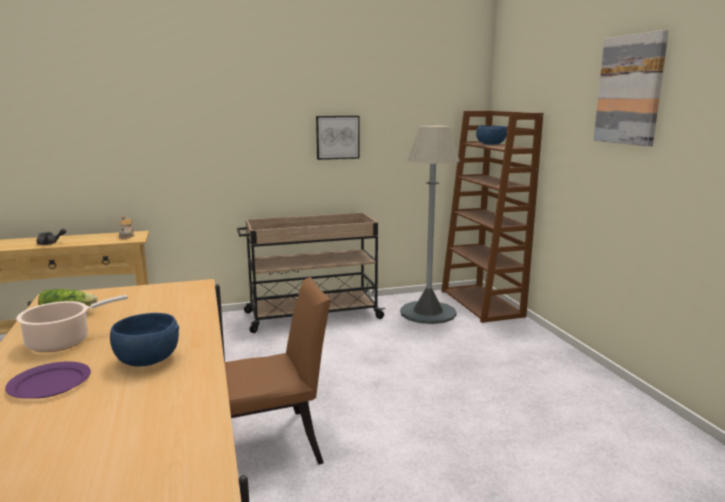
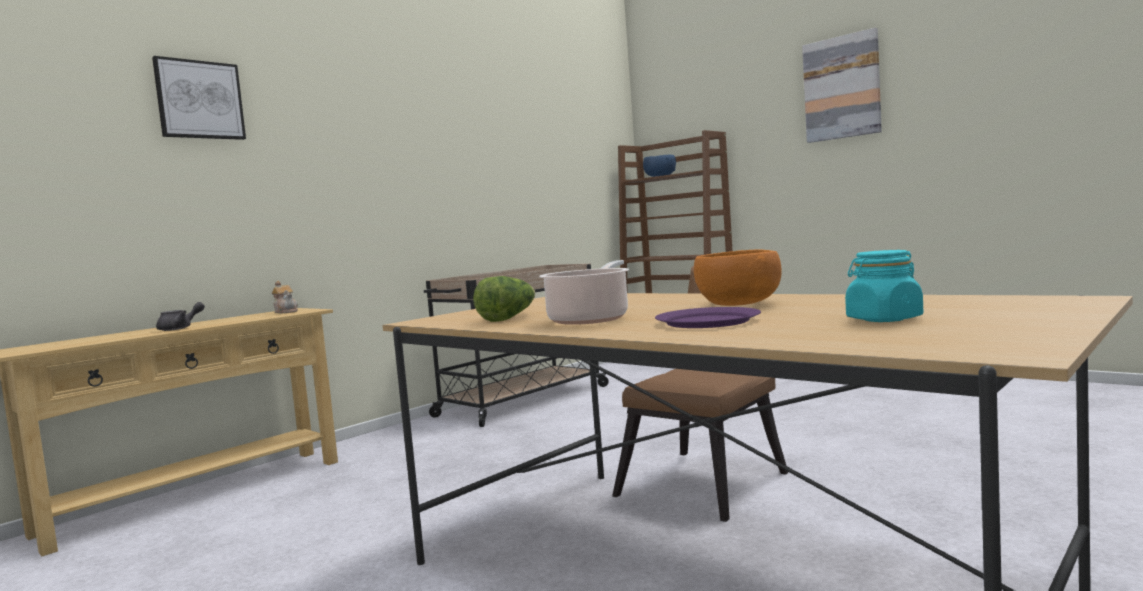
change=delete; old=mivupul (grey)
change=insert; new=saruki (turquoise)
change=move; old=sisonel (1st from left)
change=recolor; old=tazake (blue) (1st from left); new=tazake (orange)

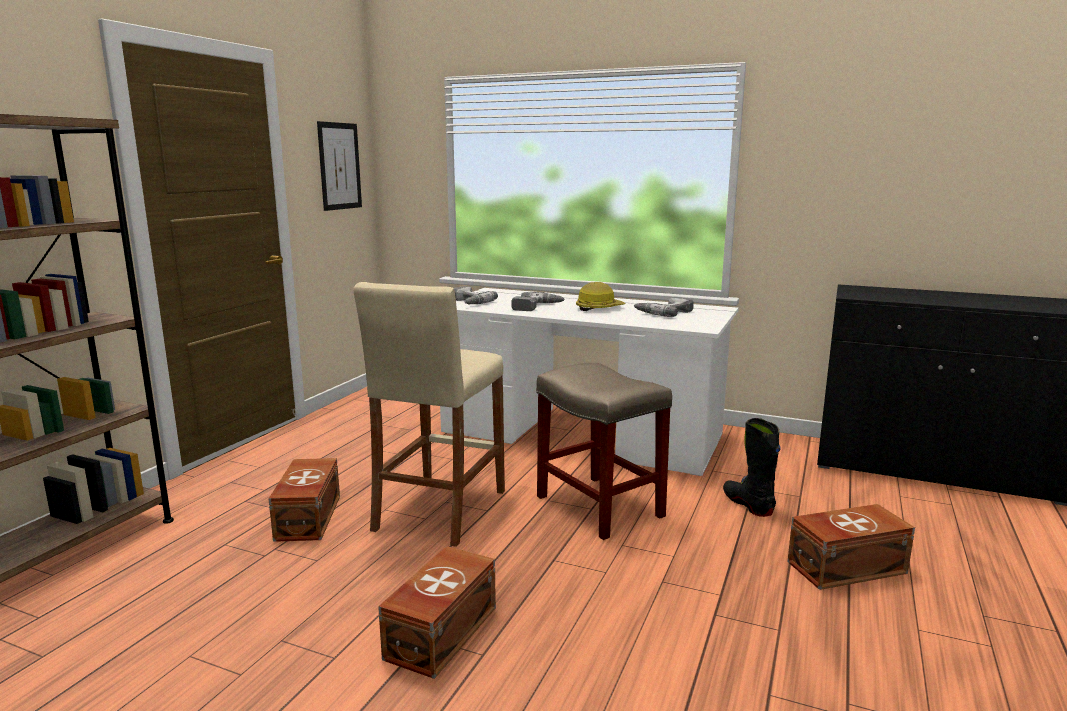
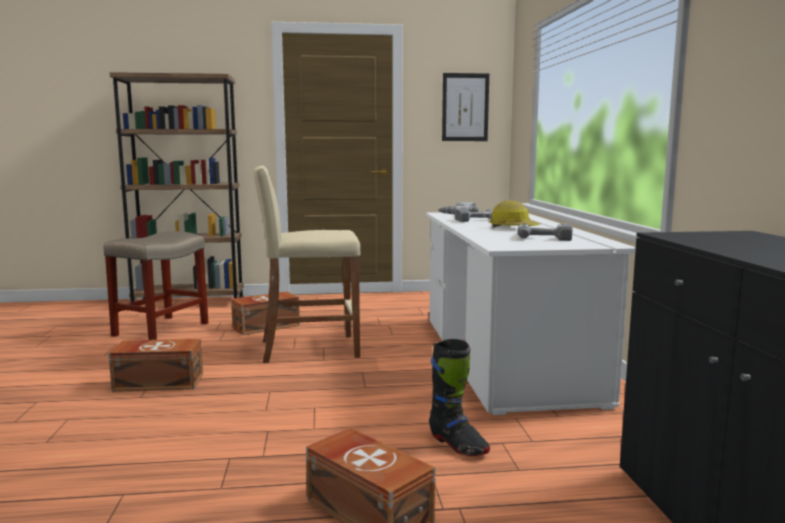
change=move; old=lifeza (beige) (2nd from left in the first image); new=lifeza (beige) (1st from left)
change=rotate; old=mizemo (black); degrees=105

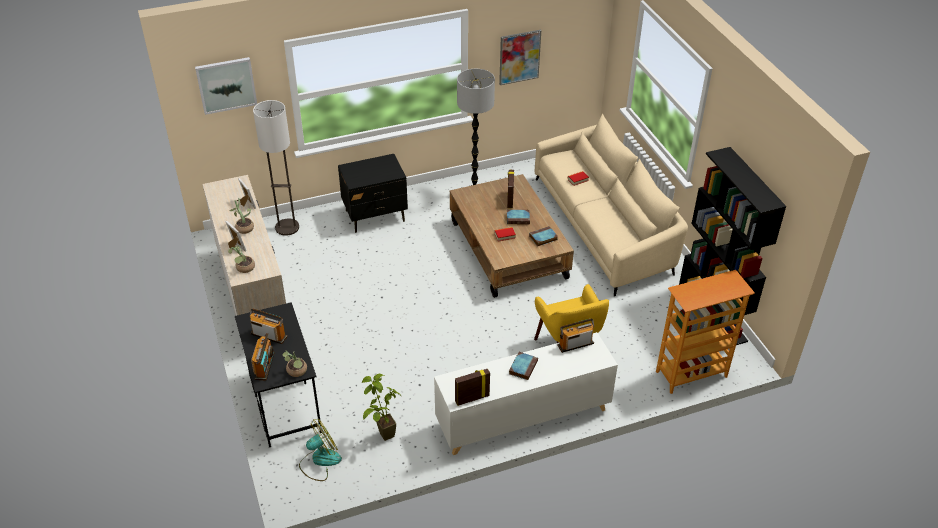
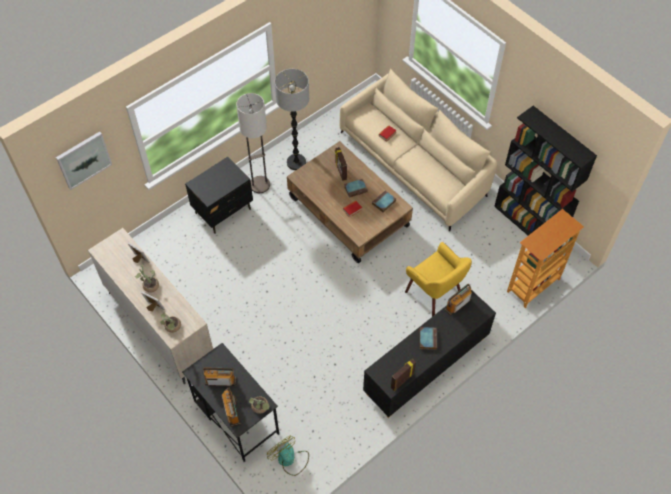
change=delete; old=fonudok (4th from left)
change=delete; old=sisonel (2nd from left)
change=move; old=mivupul (1st from left)
change=recolor; old=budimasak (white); new=budimasak (black)
change=rotate; old=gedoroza; degrees=-75

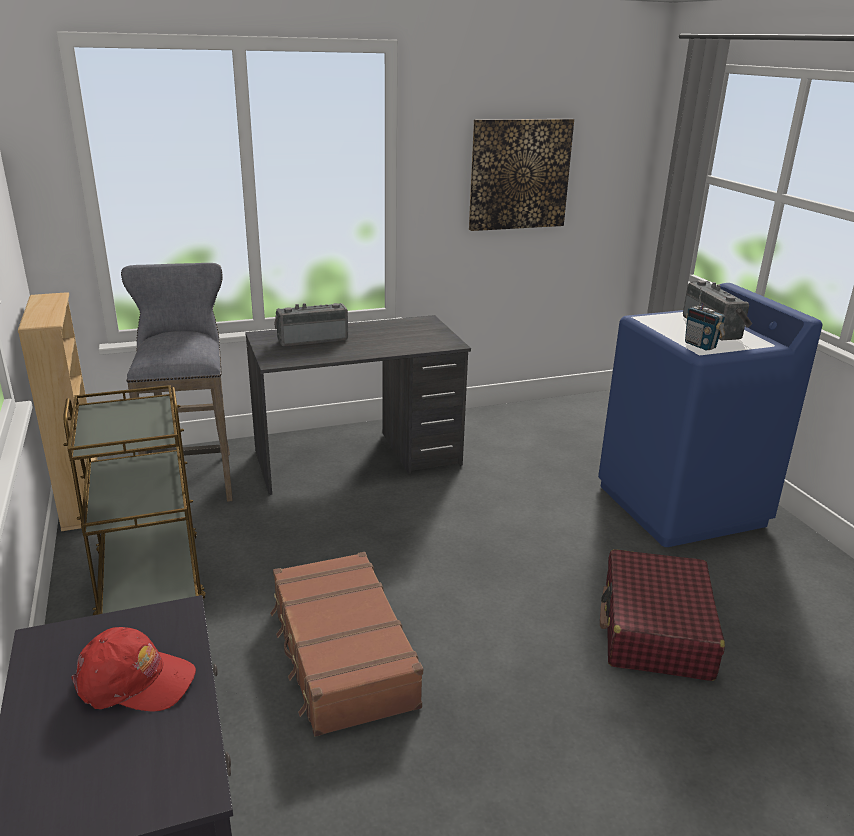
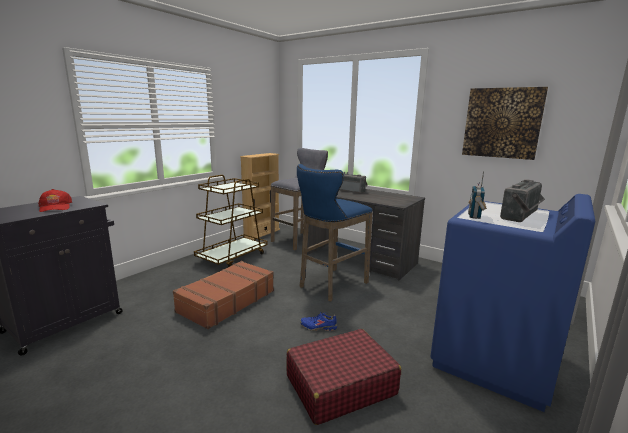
change=insert; new=lifeza (blue)
change=insert; new=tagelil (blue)

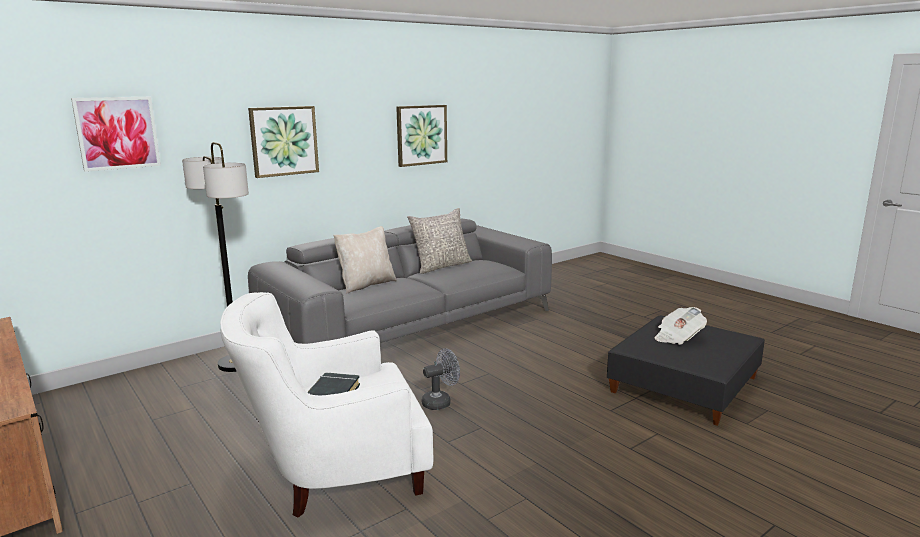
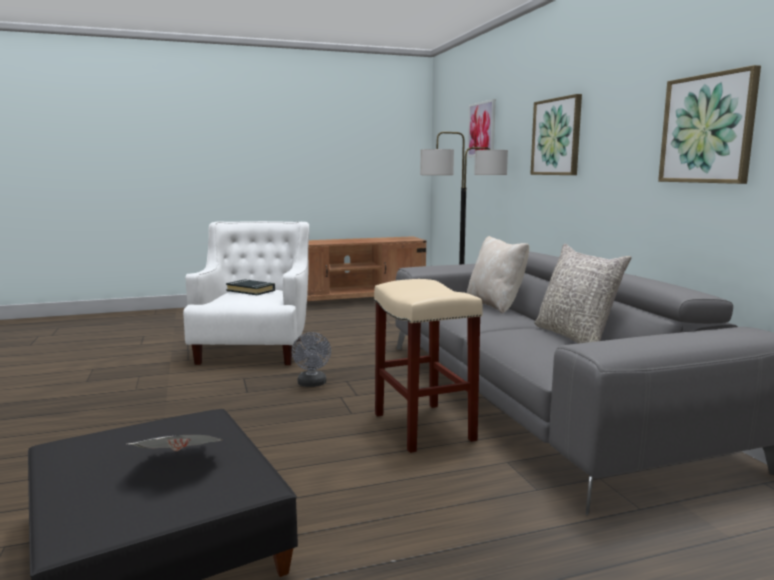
change=insert; new=lifeza (beige)

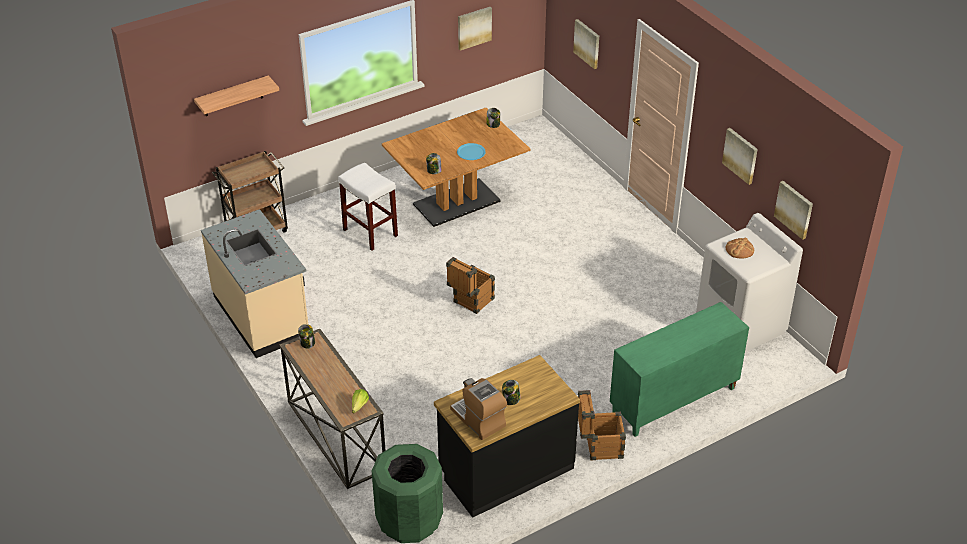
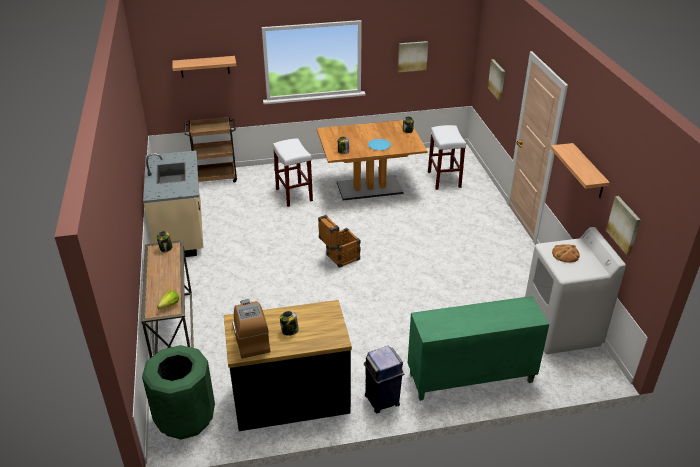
change=insert; new=lifeza (white) (2nd from left)
change=replace; old=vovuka (2nd from left); new=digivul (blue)
change=replace; old=sisonel (3rd from left); new=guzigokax (2nd from left)

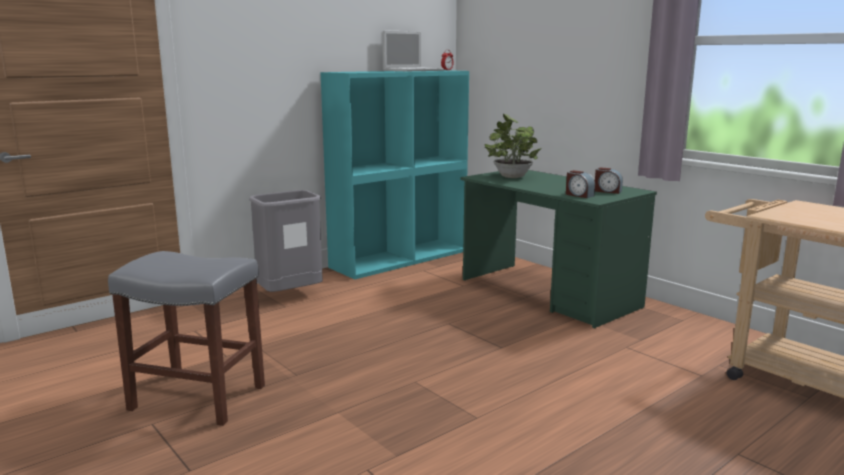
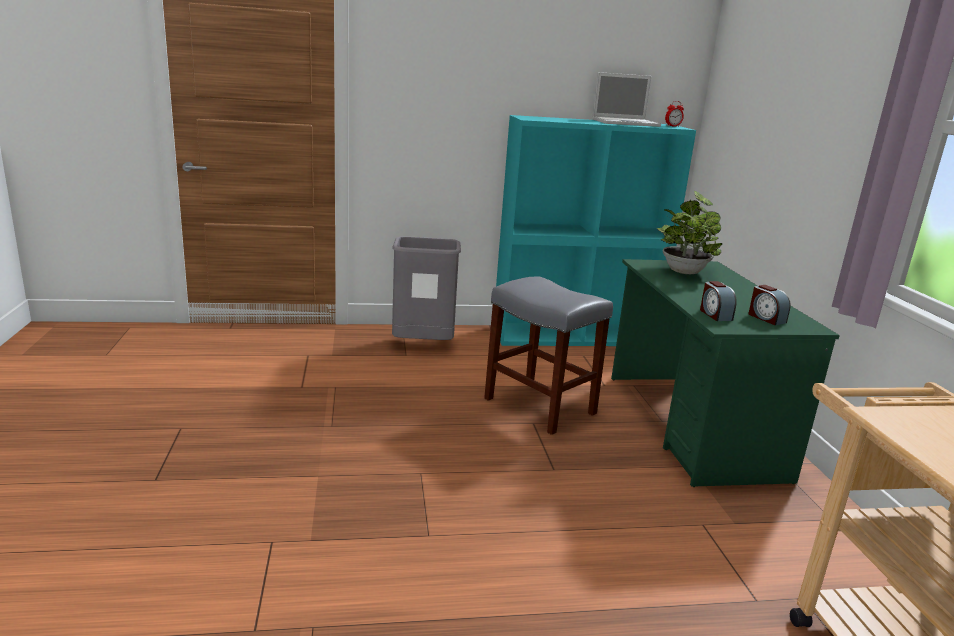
change=move; old=lifeza (grey)

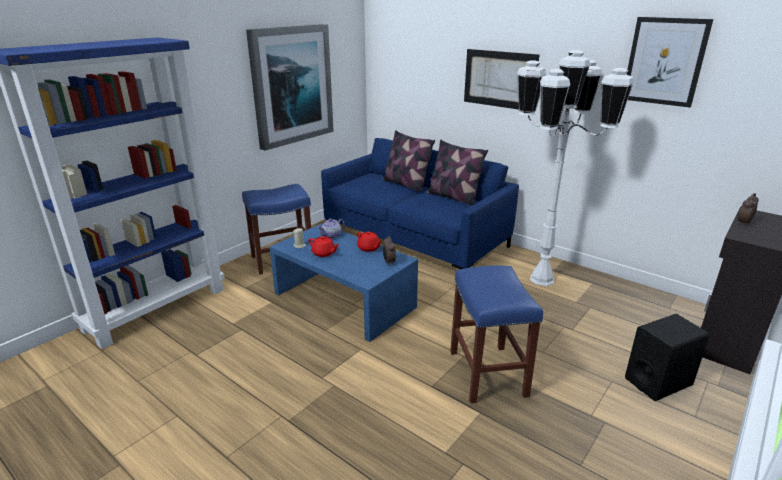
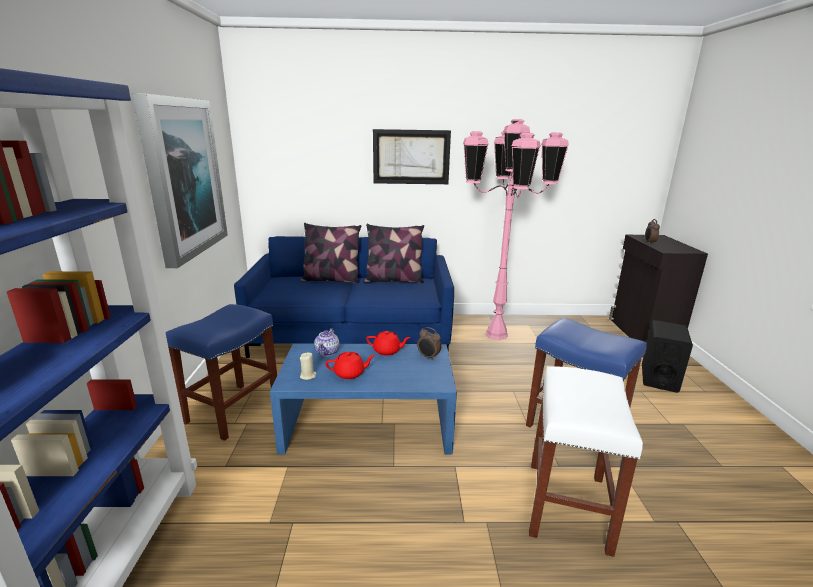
change=delete; old=sisonel (3rd from left)
change=insert; new=lifeza (white)
change=recolor; old=mivupul (white); new=mivupul (pink)

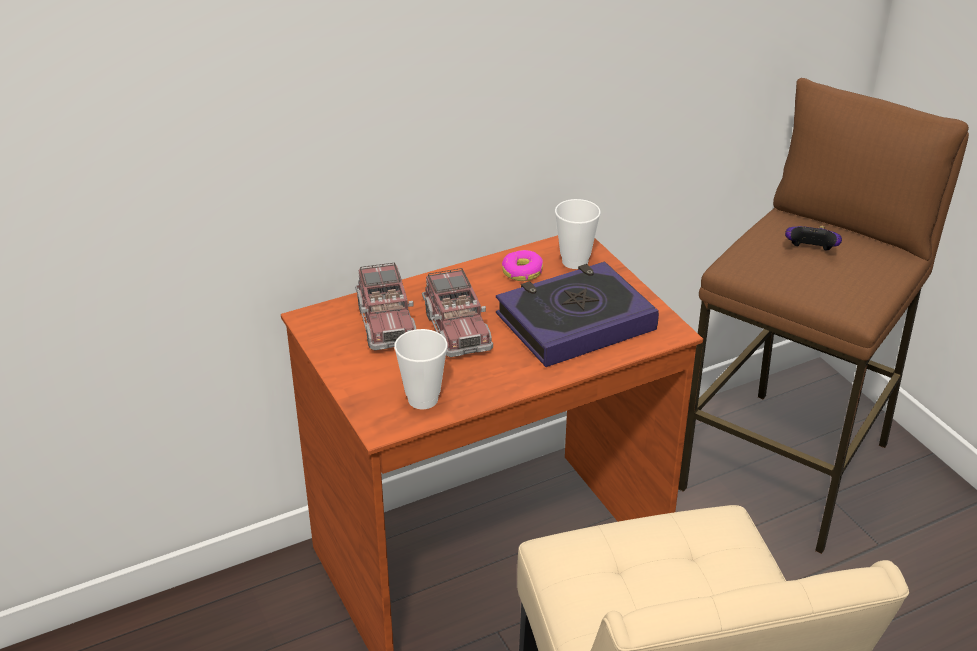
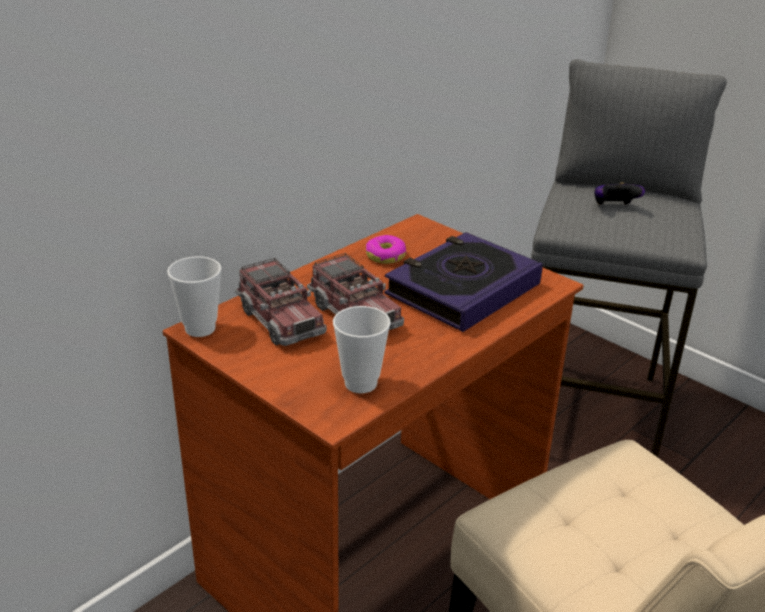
change=move; old=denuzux (2nd from left in the first image); new=denuzux (1st from left)
change=recolor; old=lifeza (brown); new=lifeza (grey)

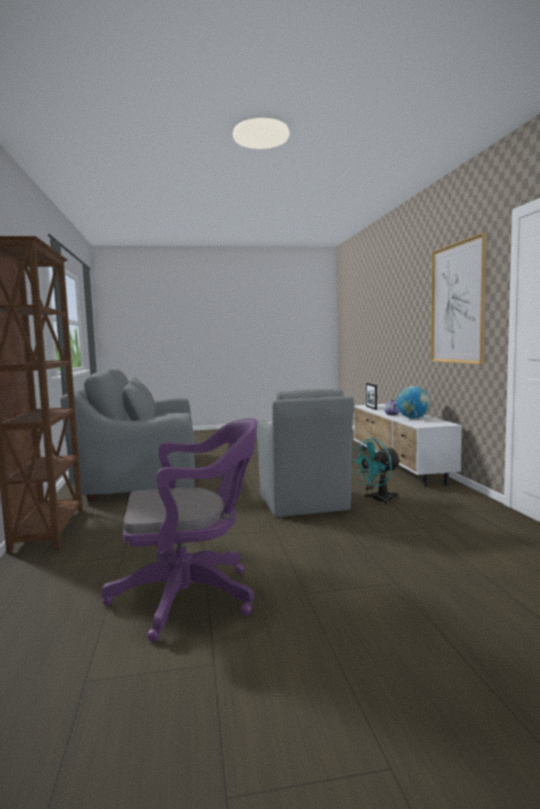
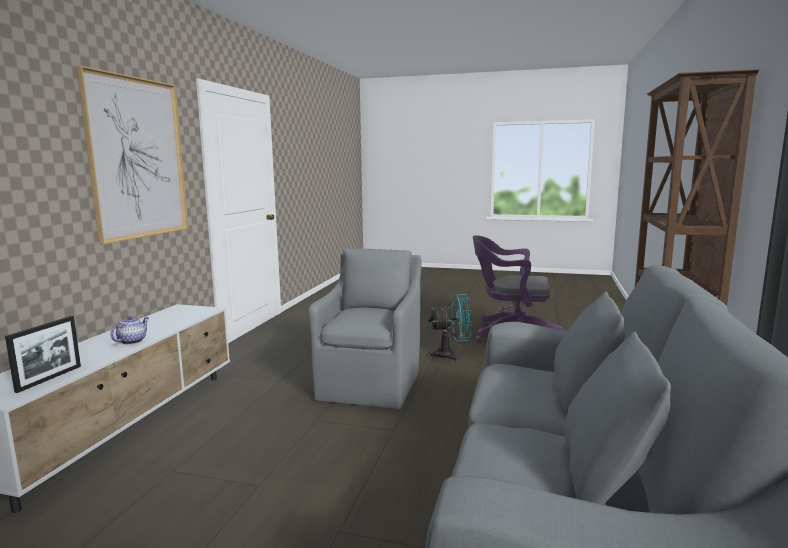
change=delete; old=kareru
change=move; old=gedoroza (turquoise)

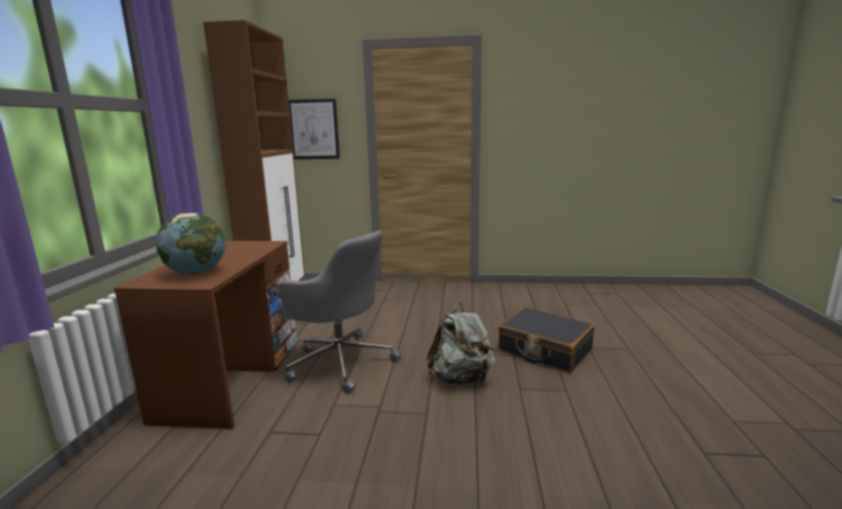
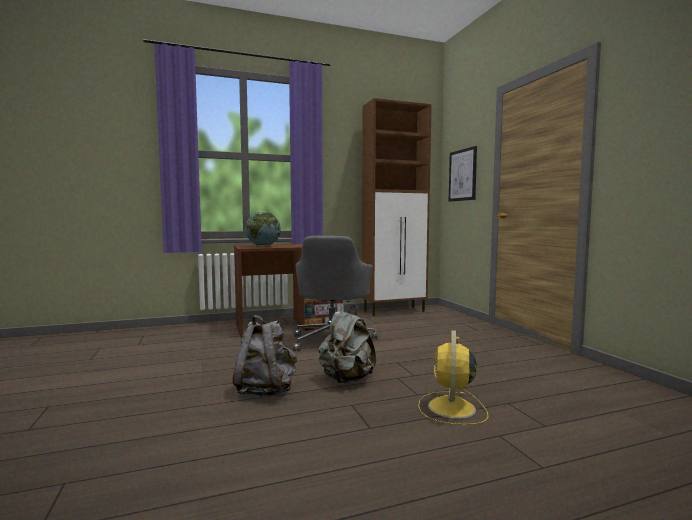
change=insert; new=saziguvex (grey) (1st from left)
change=replace; old=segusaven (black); new=gedoroza (yellow)

